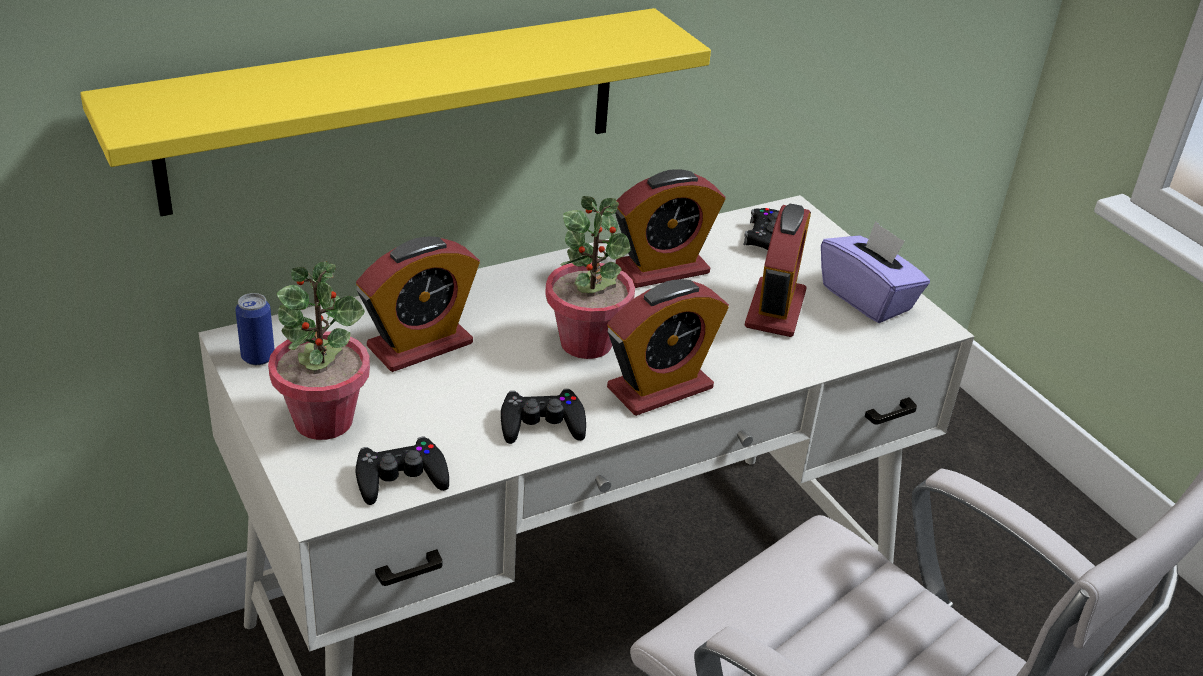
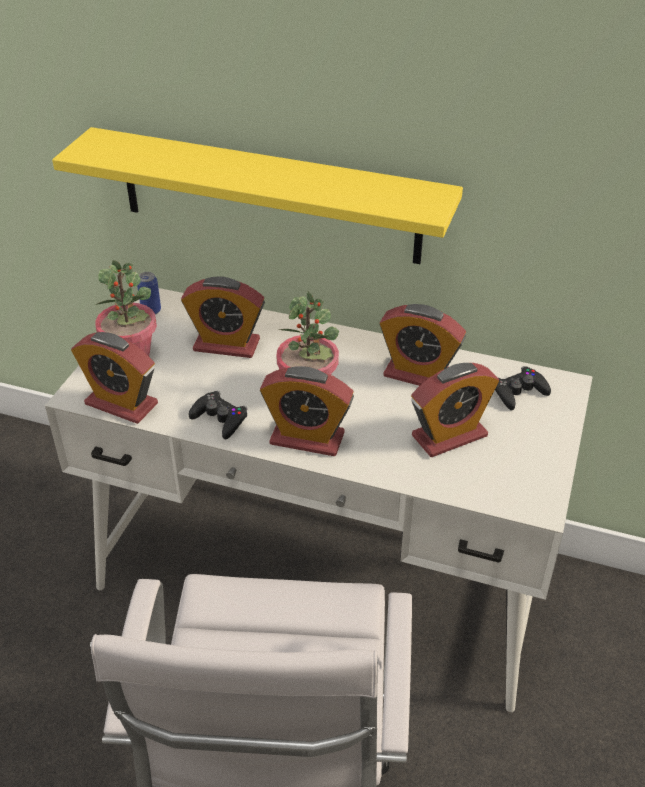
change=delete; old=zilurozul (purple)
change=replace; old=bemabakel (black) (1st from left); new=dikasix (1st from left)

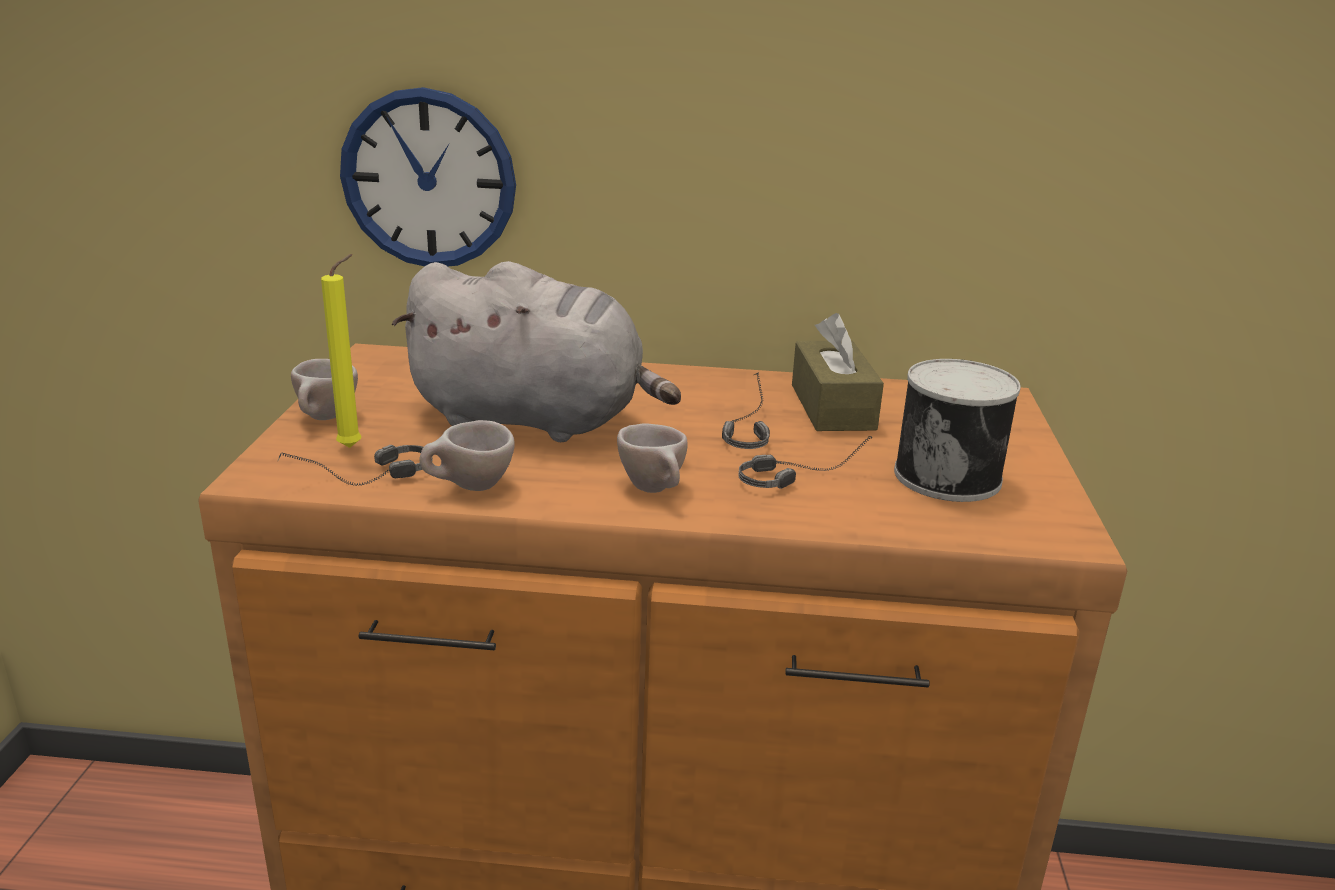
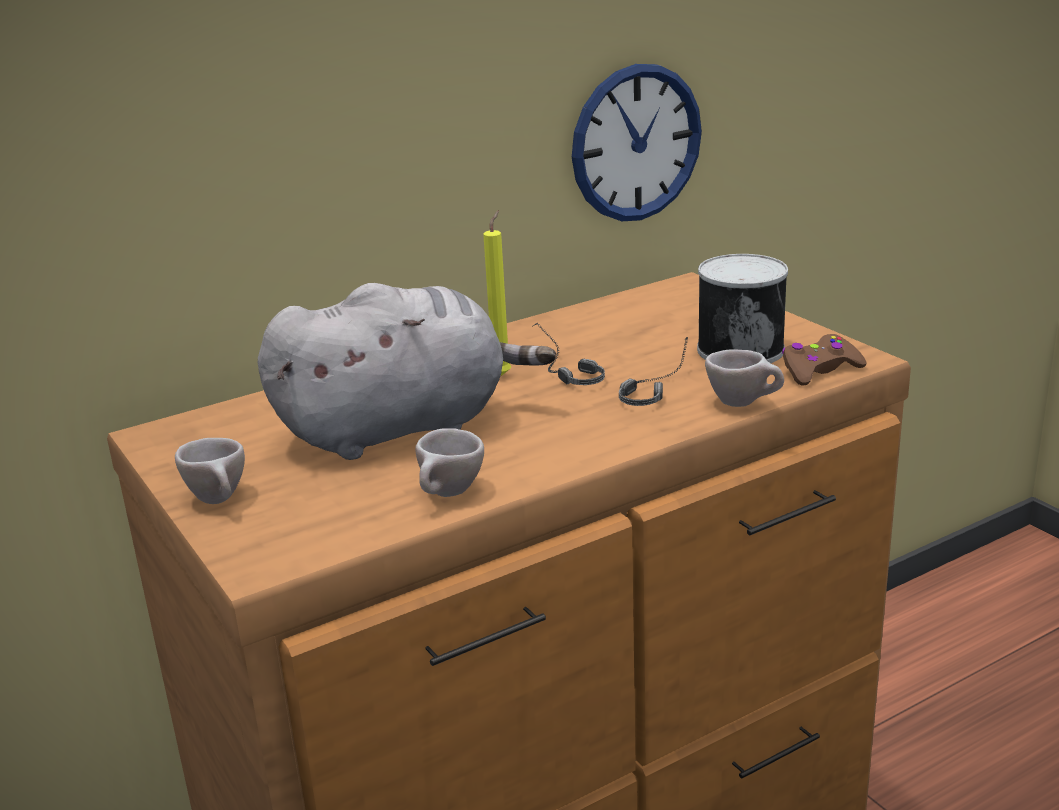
change=delete; old=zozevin (1st from left)
change=delete; old=zilurozul (brown)
change=insert; new=bemabakel (brown)
change=move; old=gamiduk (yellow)
change=move; old=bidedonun
change=move; old=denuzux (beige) (3rd from left)

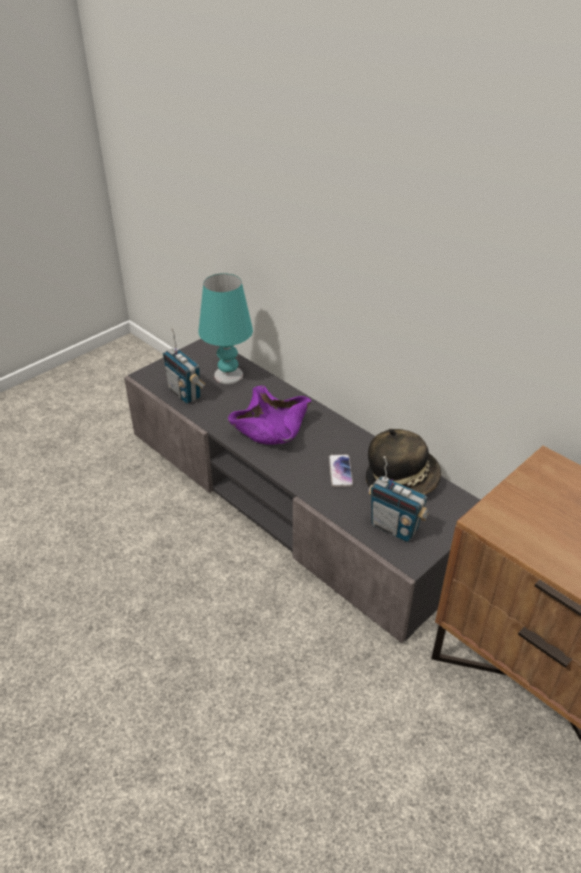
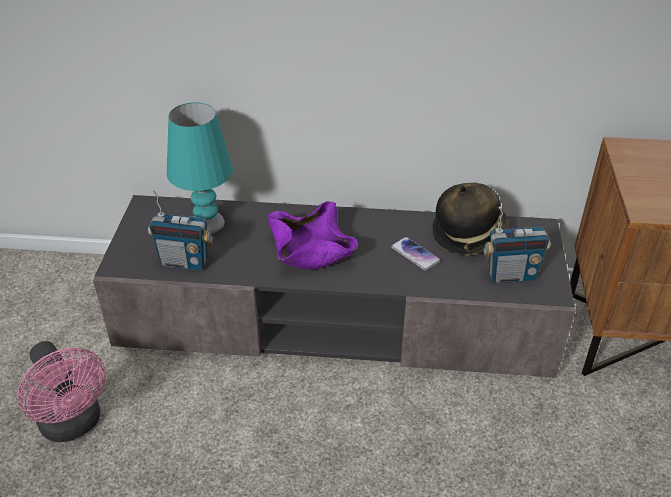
change=insert; new=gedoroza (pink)

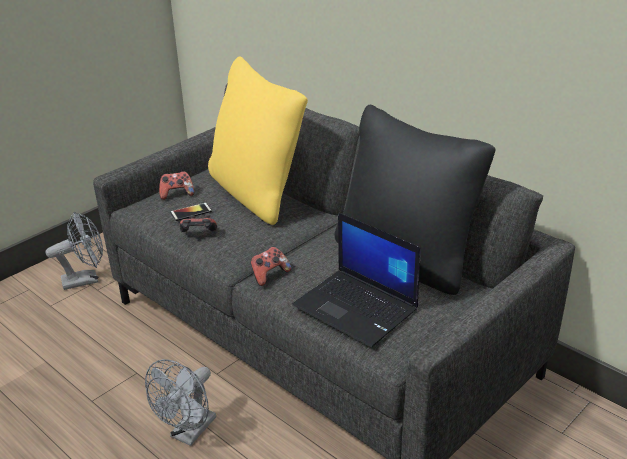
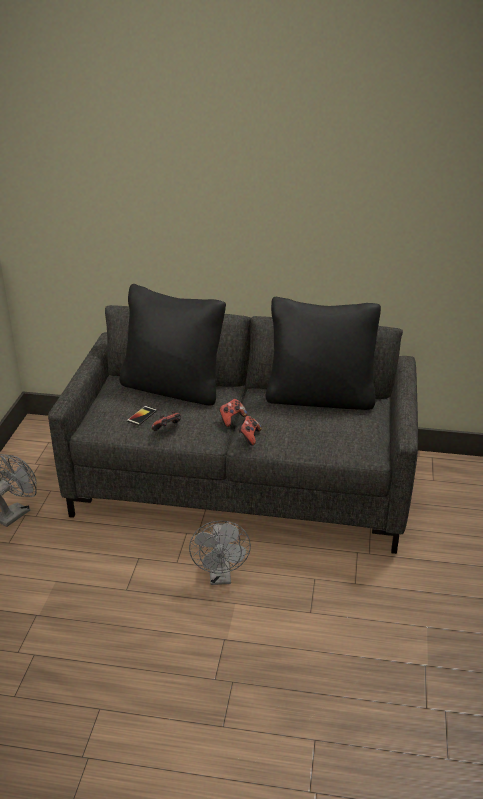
change=delete; old=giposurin
change=move; old=bemabakel (1st from left in the first image); new=bemabakel (2nd from left)
change=recolor; old=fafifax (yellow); new=fafifax (black) (1st from left)

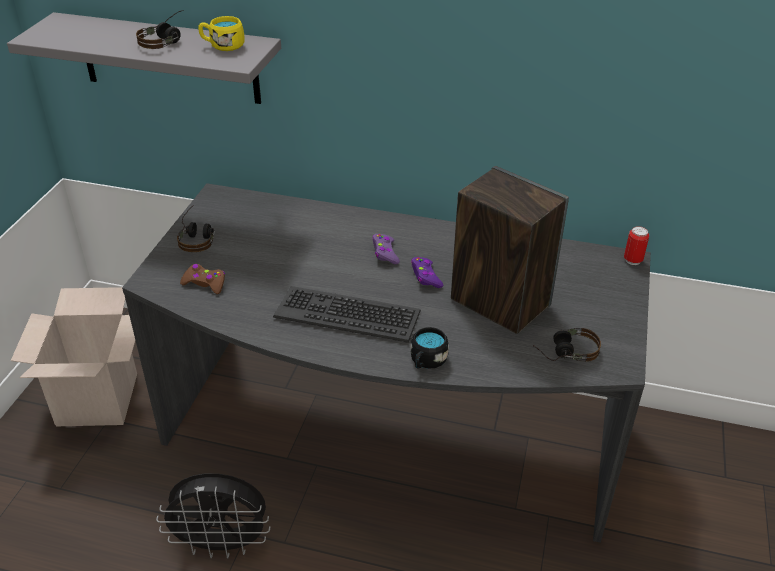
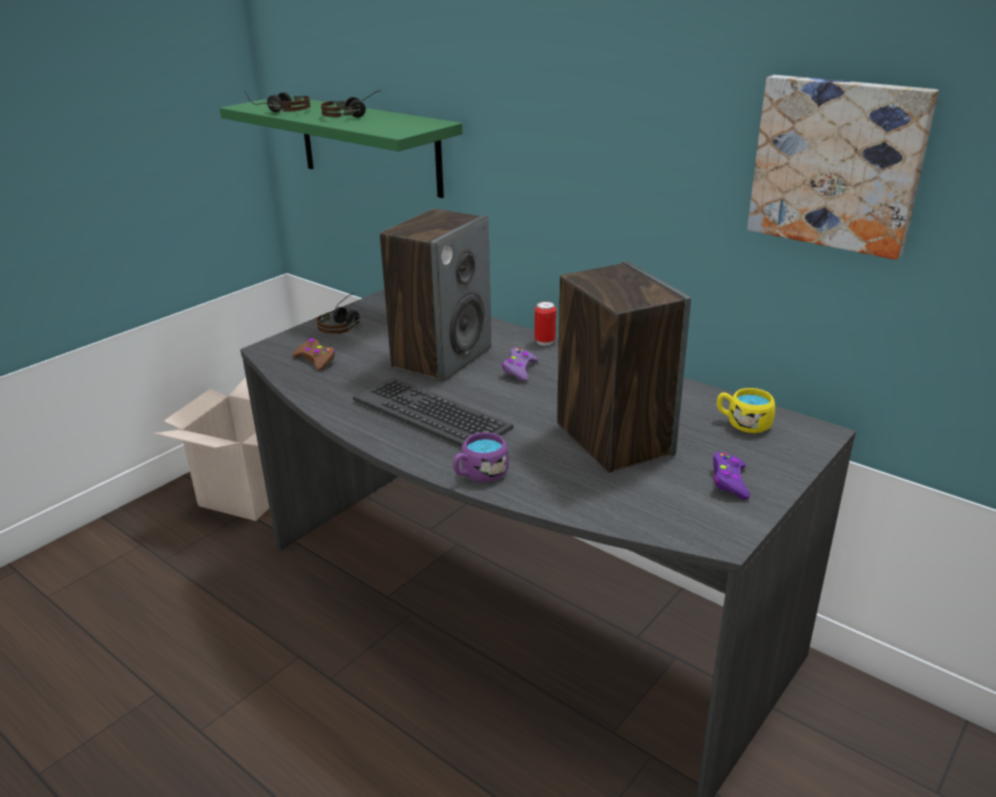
change=delete; old=gedoroza (black)
change=insert; new=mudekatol (1st from left)
change=insert; new=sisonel
change=move; old=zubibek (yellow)
change=move; old=bemabakel (purple) (2nd from left)
change=move; old=zozevin (3rd from left in the first image); new=zozevin (1st from left)
change=move; old=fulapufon
change=recolor; old=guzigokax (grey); new=guzigokax (green)
change=recolor; old=zubibek (black); new=zubibek (purple)

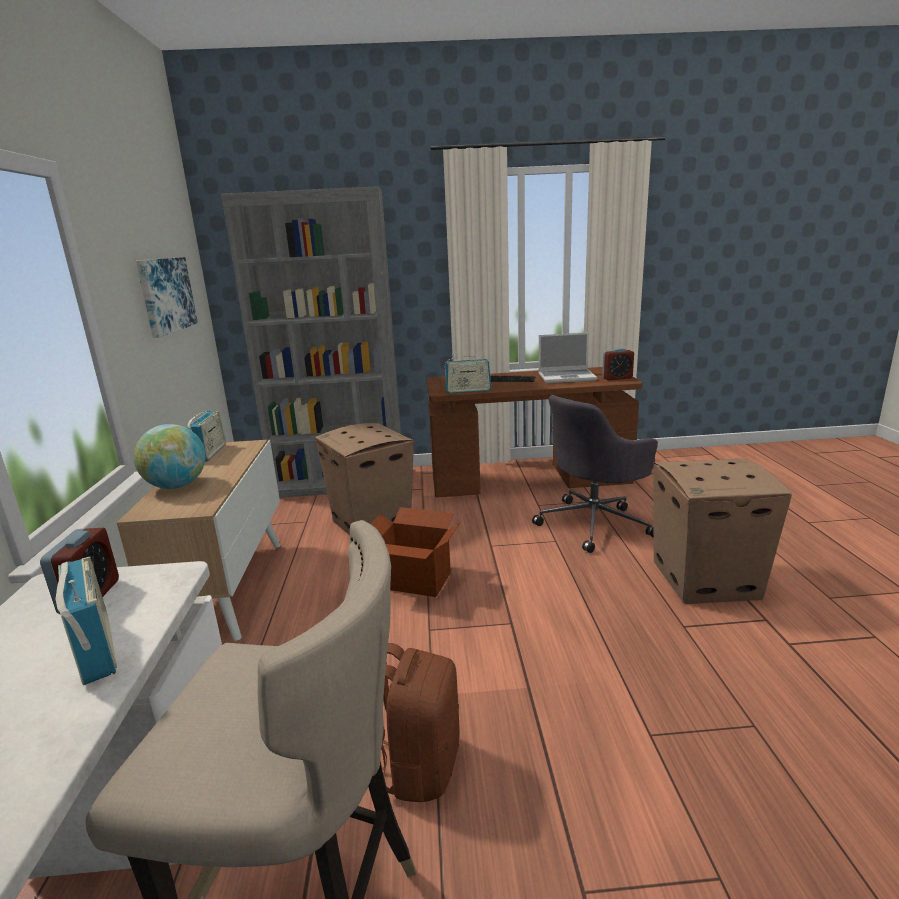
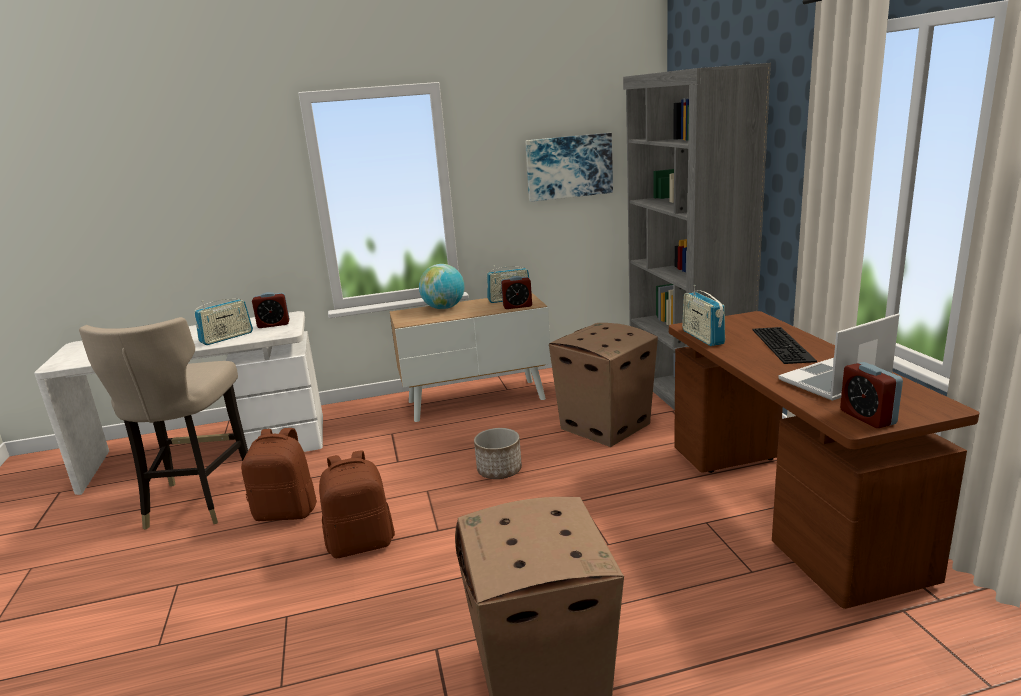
change=delete; old=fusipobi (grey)
change=insert; new=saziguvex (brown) (2nd from left)
change=insert; new=dikasix (2nd from left)
change=replace; old=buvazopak (2nd from left); new=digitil
change=rotate; old=giposurin; degrees=75

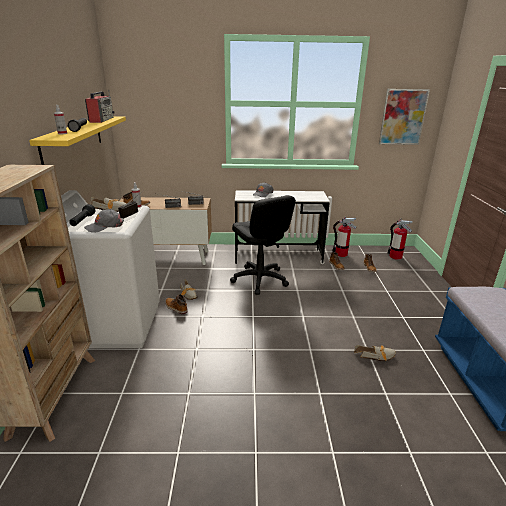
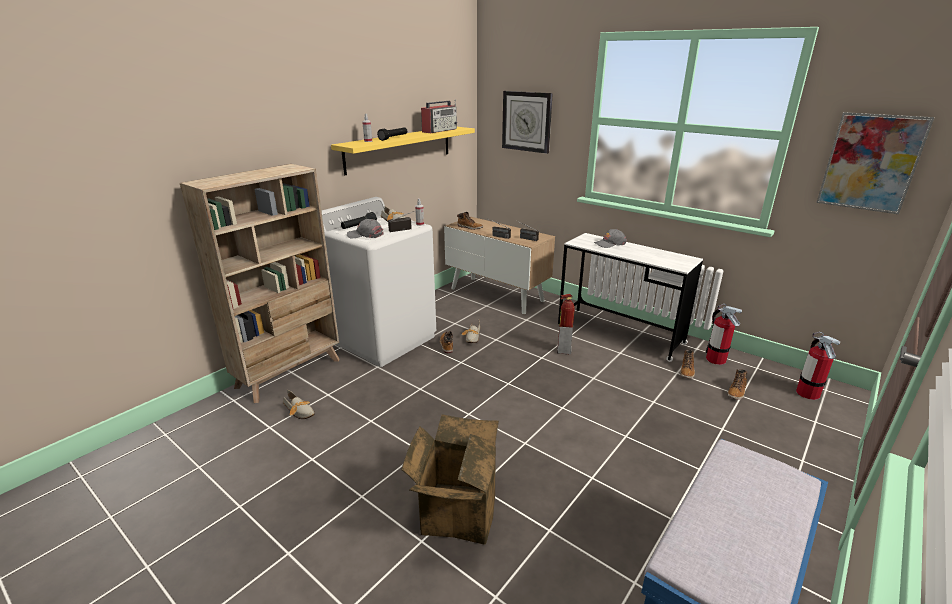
change=insert; new=buvazopak
change=insert; new=bidedonun
change=move; old=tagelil (3rd from left in the first image); new=tagelil (1st from left)
change=replace; old=fusipobi (black); new=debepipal (1st from left)

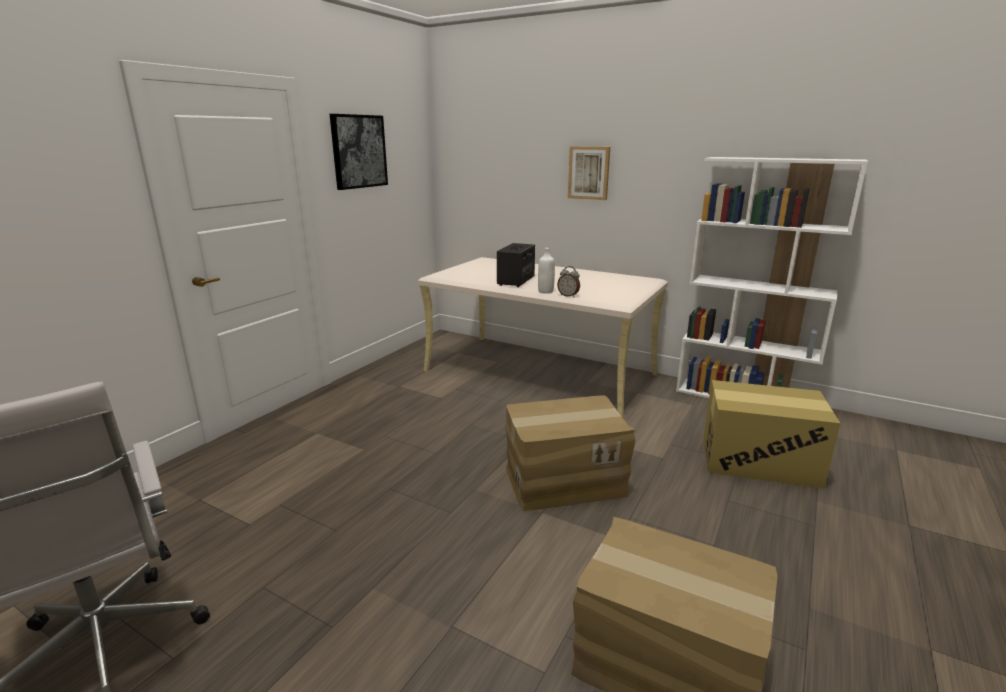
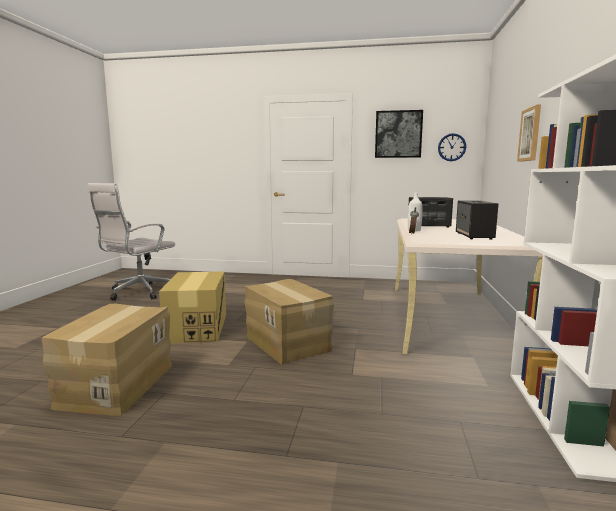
change=insert; new=bidedonun
change=insert; new=mudekatol (2nd from left)
change=move; old=buvazopak (3rd from left in the first image); new=buvazopak (2nd from left)

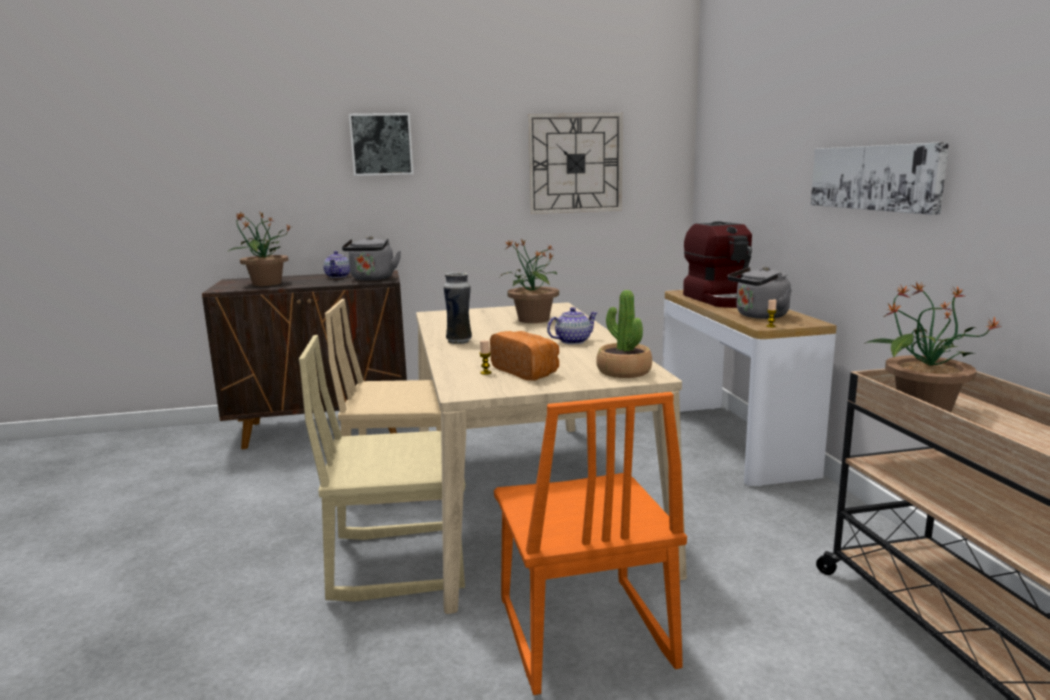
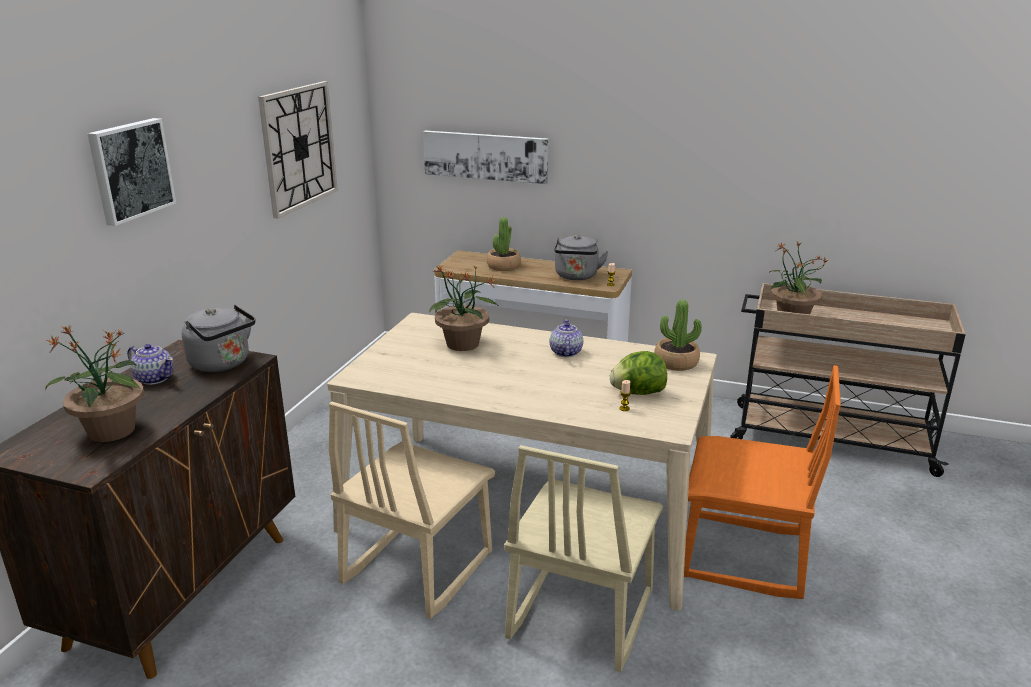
change=delete; old=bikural
change=move; old=sisonel (2nd from left)
change=replace; old=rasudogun; new=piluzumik
change=replace; old=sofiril; new=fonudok (3rd from left)

